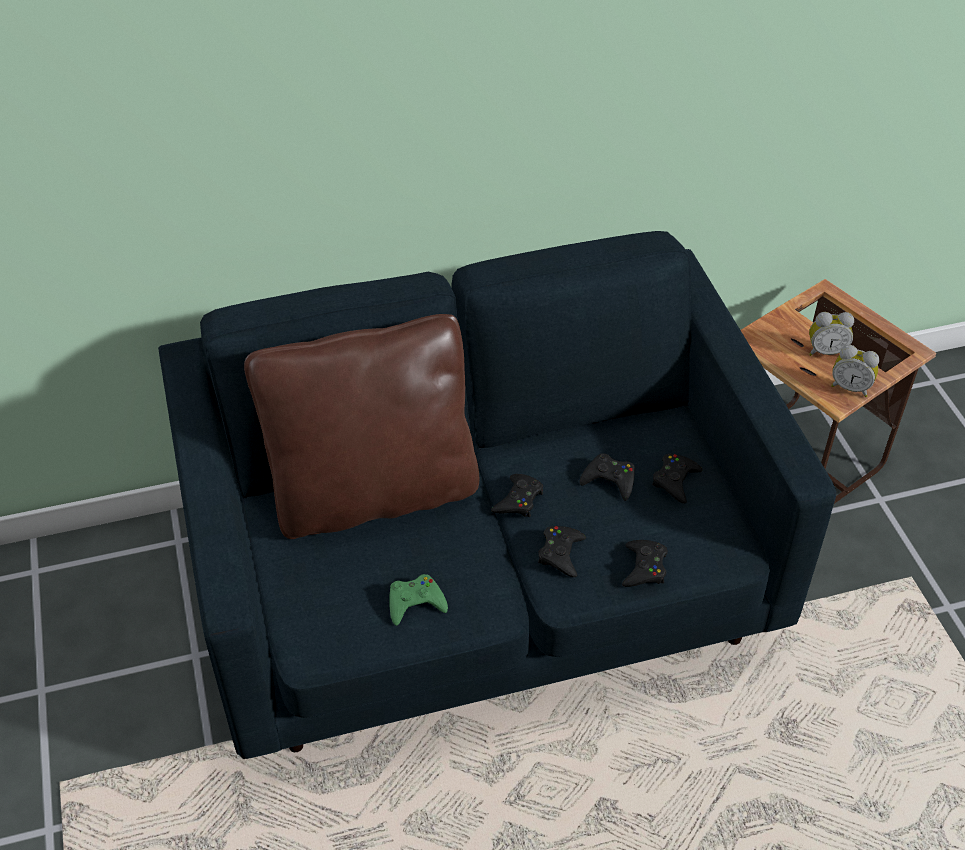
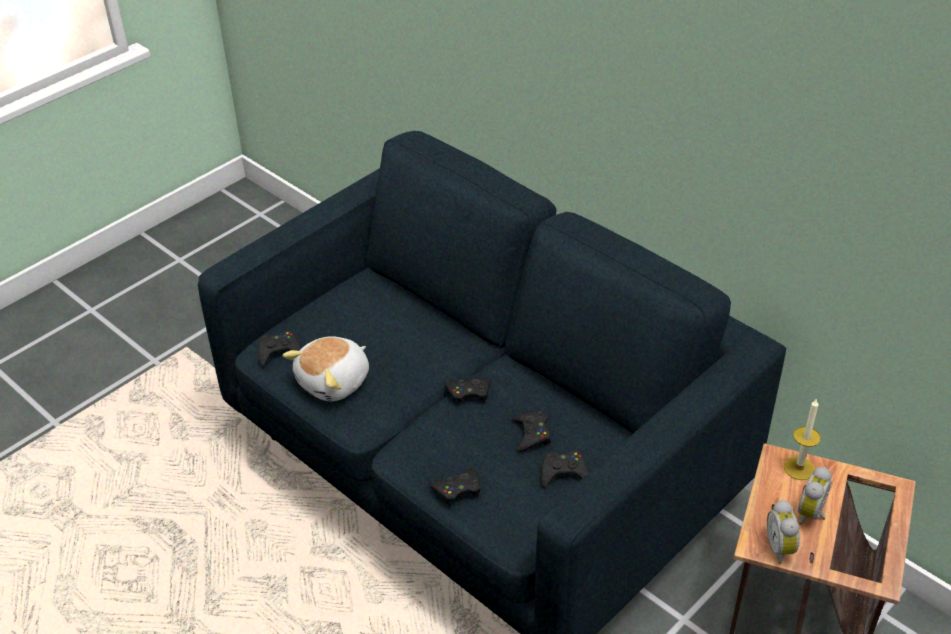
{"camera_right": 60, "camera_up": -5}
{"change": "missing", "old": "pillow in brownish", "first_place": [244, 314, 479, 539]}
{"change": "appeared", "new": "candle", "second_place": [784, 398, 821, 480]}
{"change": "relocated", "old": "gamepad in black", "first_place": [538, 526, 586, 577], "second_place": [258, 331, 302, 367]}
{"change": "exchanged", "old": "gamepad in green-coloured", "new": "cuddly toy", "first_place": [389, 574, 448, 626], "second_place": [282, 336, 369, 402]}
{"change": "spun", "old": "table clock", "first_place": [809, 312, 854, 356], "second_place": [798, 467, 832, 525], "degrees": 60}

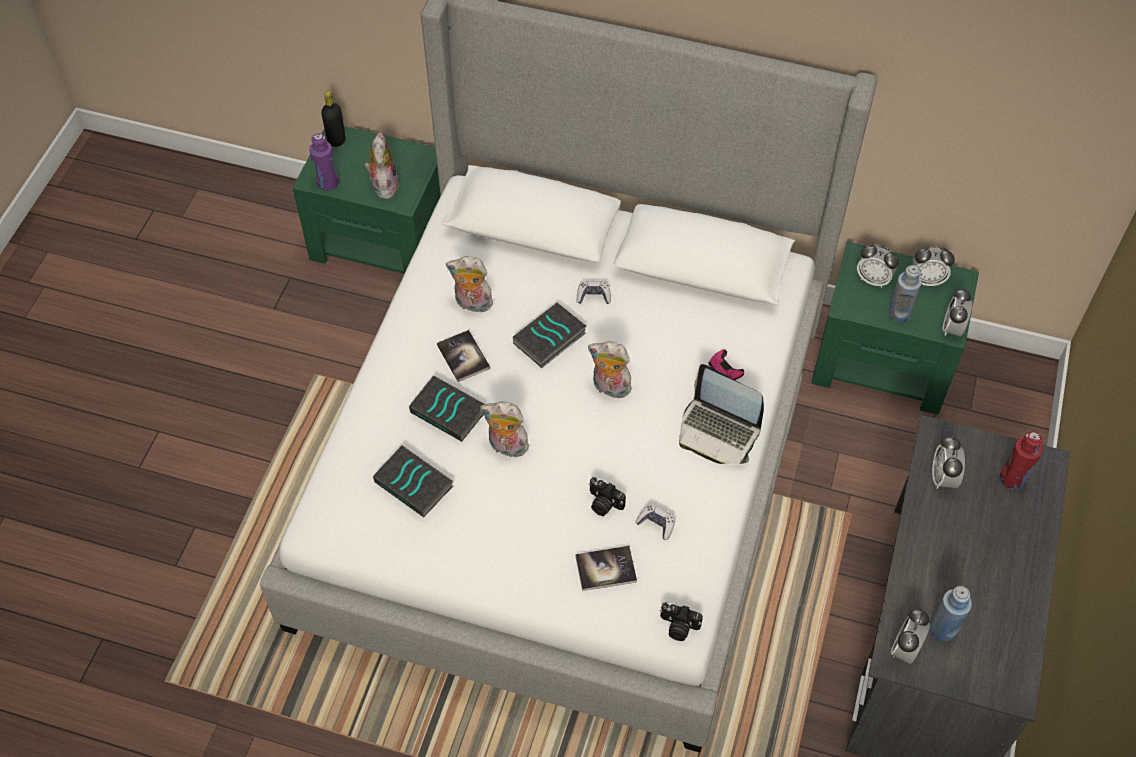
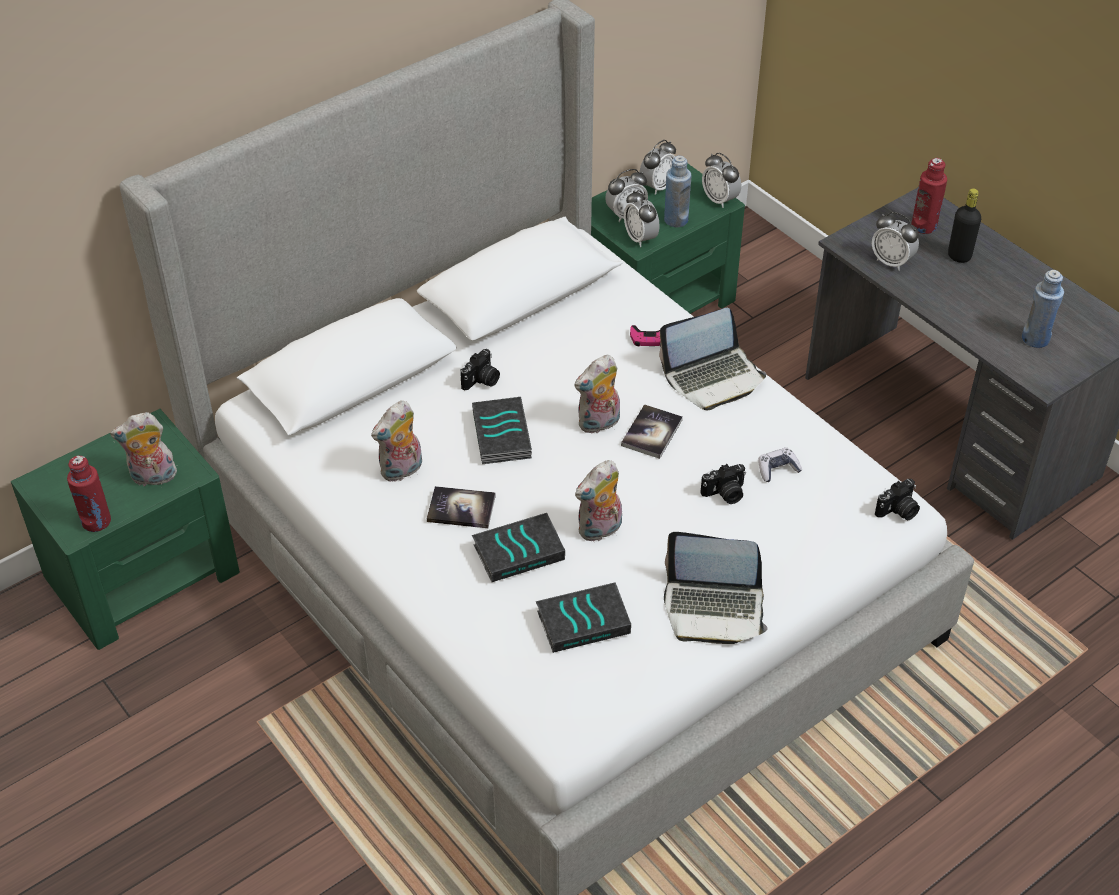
{"camera_right": -55, "camera_up": -10}
{"change": "appeared", "new": "portable computer", "second_place": [664, 532, 768, 644]}
{"change": "relocated", "old": "drink bottle in black", "first_place": [321, 91, 346, 147], "second_place": [948, 188, 981, 263]}
{"change": "relocated", "old": "bound book", "first_place": [575, 546, 637, 591], "second_place": [621, 404, 683, 459]}
{"change": "relocated", "old": "table clock", "first_place": [890, 608, 930, 664], "second_place": [624, 190, 660, 247]}
{"change": "exchanged", "old": "gamepad", "new": "photo camera", "first_place": [577, 281, 611, 304], "second_place": [460, 349, 500, 390]}
{"change": "colour", "old": "drink bottle in purple-coloured", "new": "drink bottle in red", "first_place": [309, 133, 339, 191], "second_place": [67, 455, 111, 532]}
{"change": "spun", "old": "cuddly toy", "first_place": [365, 133, 399, 199], "second_place": [110, 412, 178, 486], "degrees": -45}

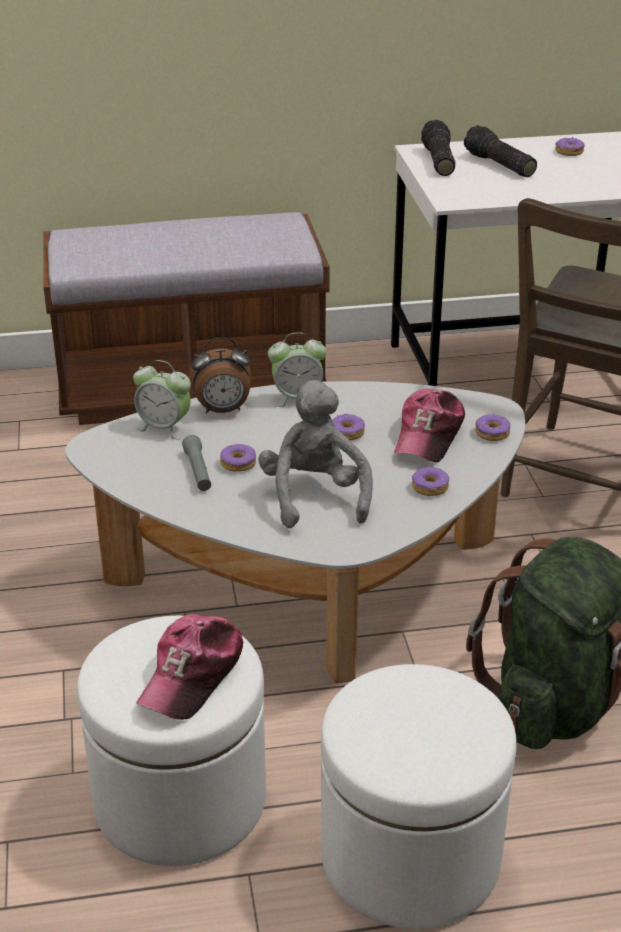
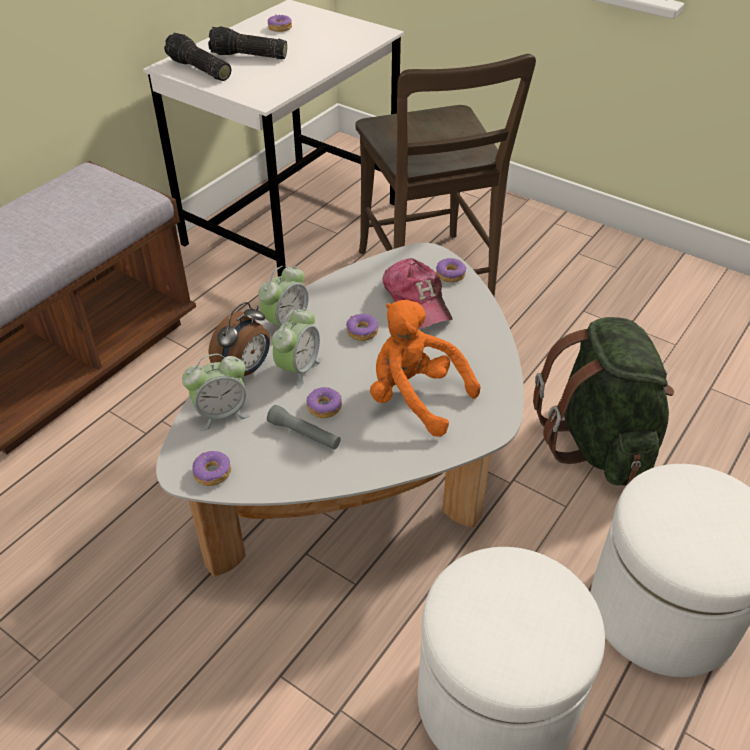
{"camera_right": -45, "camera_up": 10}
{"change": "missing", "old": "baseball cap", "first_place": [136, 614, 243, 720]}
{"change": "appeared", "new": "table clock", "second_place": [272, 308, 322, 389]}
{"change": "relocated", "old": "donut", "first_place": [412, 466, 449, 496], "second_place": [193, 451, 231, 486]}
{"change": "colour", "old": "cuddly toy in gray", "new": "cuddly toy in orange-coloured", "first_place": [258, 380, 373, 528], "second_place": [370, 299, 481, 437]}

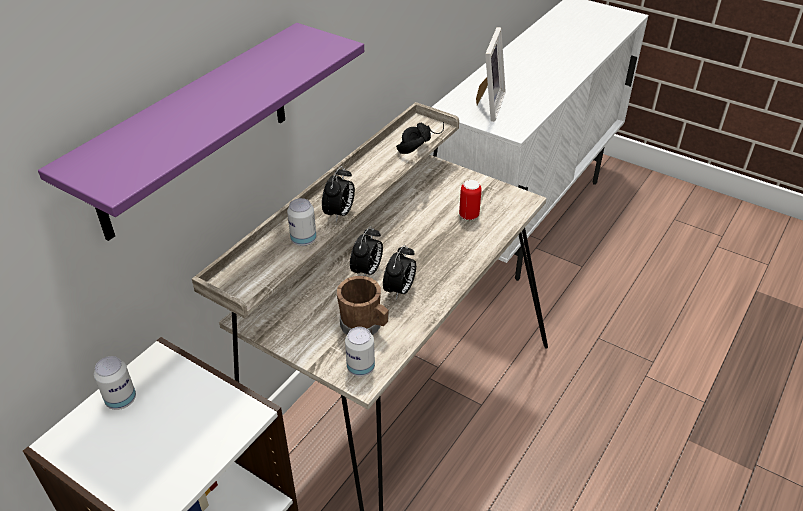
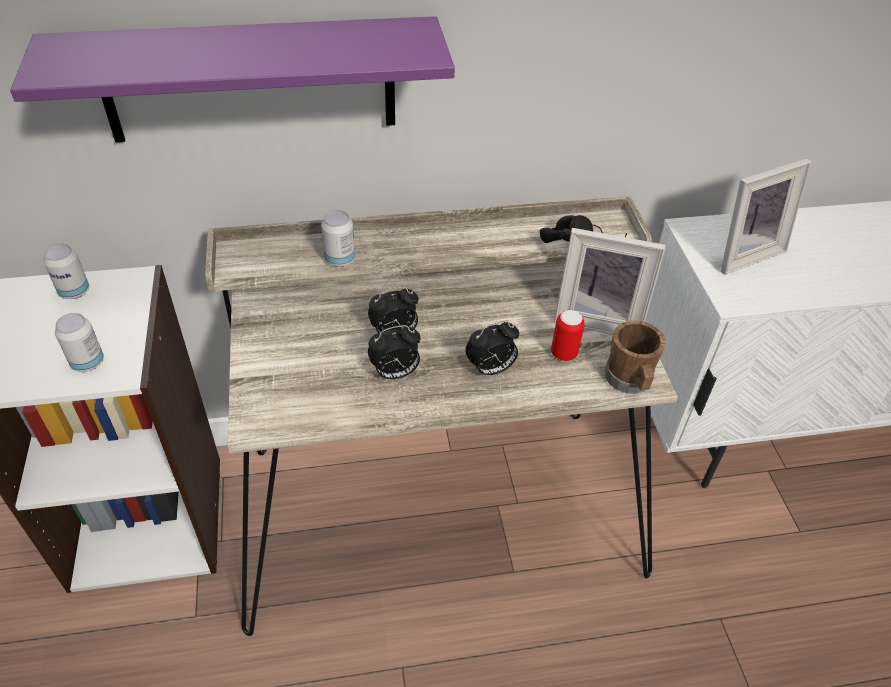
{"camera_right": 45, "camera_up": 5}
{"change": "appeared", "new": "picture frame", "second_place": [554, 228, 666, 335]}
{"change": "relocated", "old": "table clock", "first_place": [322, 166, 355, 222], "second_place": [465, 321, 519, 376]}
{"change": "relocated", "old": "mug in brownish", "first_place": [337, 276, 389, 335], "second_place": [604, 320, 666, 394]}
{"change": "relocated", "old": "sealed can", "first_place": [345, 327, 375, 376], "second_place": [55, 313, 104, 372]}

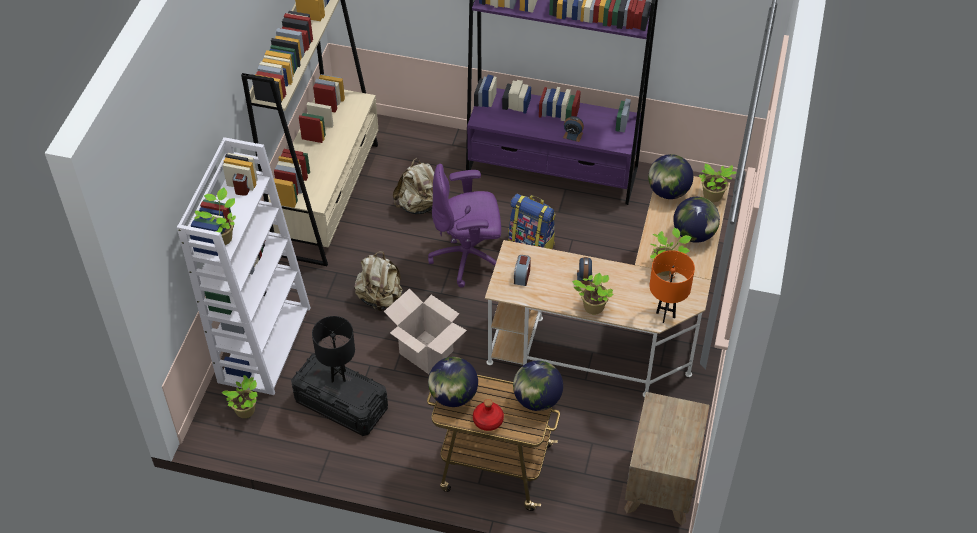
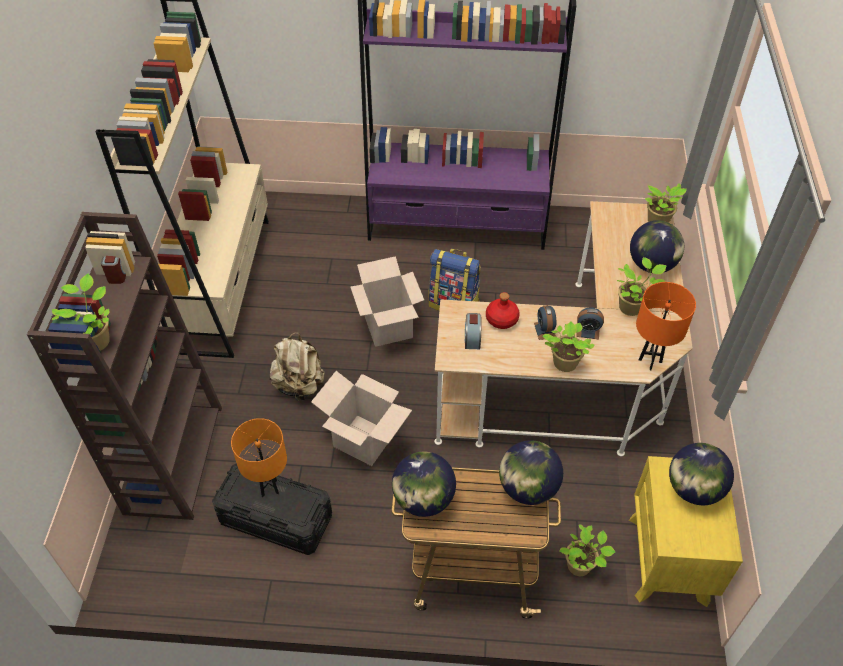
{"camera_right": -10, "camera_up": 0}
{"change": "missing", "old": "knapsack in beige", "first_place": [393, 158, 434, 214]}
{"change": "relocated", "old": "plant in a pot", "first_place": [222, 375, 258, 418], "second_place": [559, 524, 615, 576]}
{"change": "relocated", "old": "drink bottle in red", "first_place": [473, 399, 504, 431], "second_place": [486, 292, 520, 329]}
{"change": "relocated", "old": "table clock", "first_place": [563, 116, 584, 142], "second_place": [576, 307, 604, 340]}
{"change": "relocated", "old": "globe", "first_place": [648, 154, 693, 199], "second_place": [669, 443, 734, 505]}
{"change": "exchanged", "old": "desk chair in purple-coloured", "new": "packing box", "first_place": [428, 164, 501, 288], "second_place": [350, 256, 424, 347]}
{"change": "colour", "old": "shelving unit in white", "new": "shelving unit in brownish", "first_place": [177, 137, 311, 395], "second_place": [27, 212, 222, 520]}
{"change": "colour", "old": "table lamp in black", "new": "table lamp in orange-coloured", "first_place": [312, 316, 355, 383], "second_place": [231, 418, 287, 497]}
{"change": "colour", "old": "nightstand in brownish", "new": "nightstand in yellowish", "first_place": [624, 392, 709, 526], "second_place": [629, 456, 743, 607]}

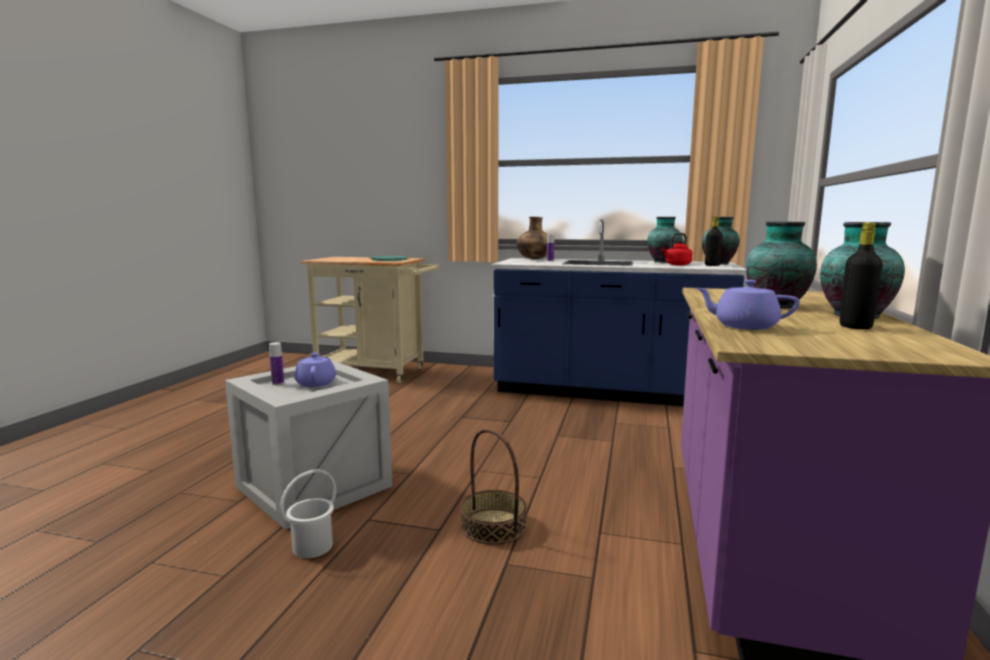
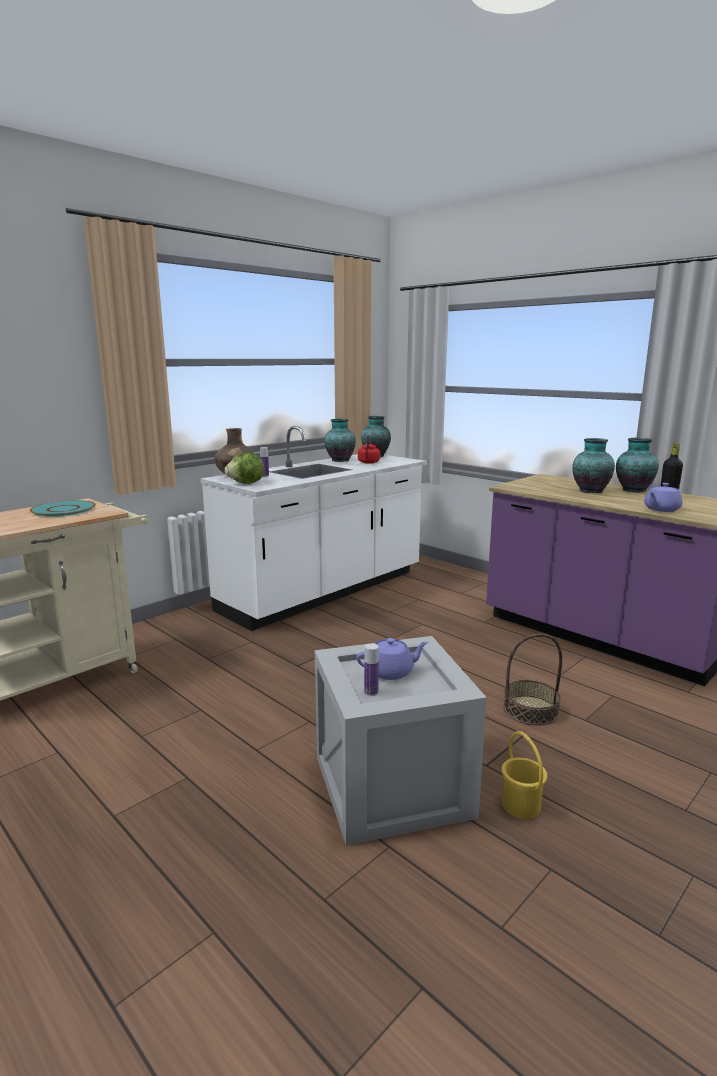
{"camera_right": -60, "camera_up": 5}
{"change": "missing", "old": "drink bottle in black", "first_place": [705, 217, 723, 266]}
{"change": "appeared", "new": "lettuce head", "second_place": [225, 453, 264, 484]}
{"change": "colour", "old": "bucket in white", "new": "bucket in yellowish", "first_place": [280, 469, 336, 558], "second_place": [501, 731, 547, 819]}
{"change": "colour", "old": "counter in bluish", "new": "counter in white", "first_place": [491, 219, 747, 407], "second_place": [200, 426, 427, 631]}
{"change": "spun", "old": "pot for tea in purple-coloured", "first_place": [294, 352, 336, 387], "second_place": [356, 638, 428, 680], "degrees": 150}

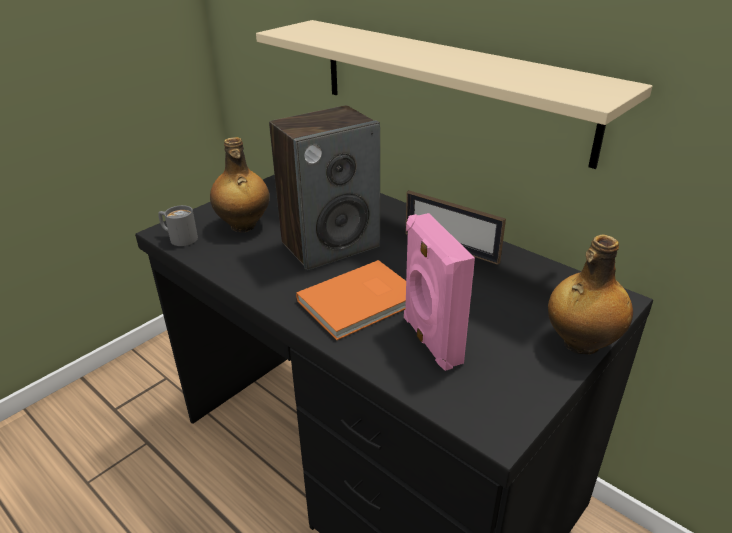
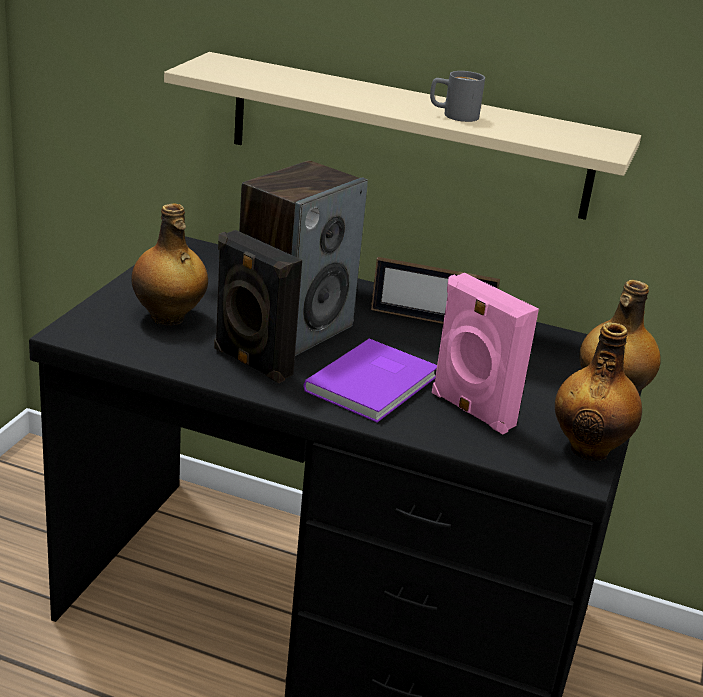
{"camera_right": -25, "camera_up": -5}
{"change": "appeared", "new": "loudspeaker in black", "second_place": [214, 230, 302, 383]}
{"change": "appeared", "new": "drink bottle", "second_place": [555, 322, 642, 461]}
{"change": "relocated", "old": "mug in gray", "first_place": [158, 205, 198, 246], "second_place": [430, 71, 485, 122]}
{"change": "colour", "old": "bound book in orange-coloured", "new": "bound book in purple-coloured", "first_place": [296, 260, 406, 340], "second_place": [303, 339, 437, 423]}

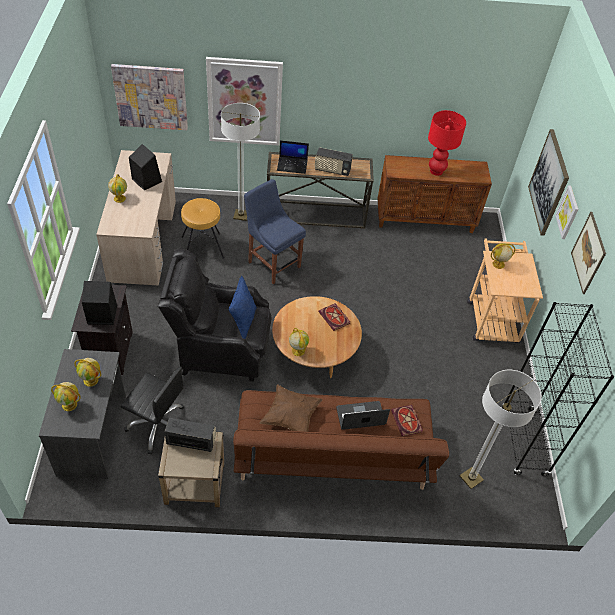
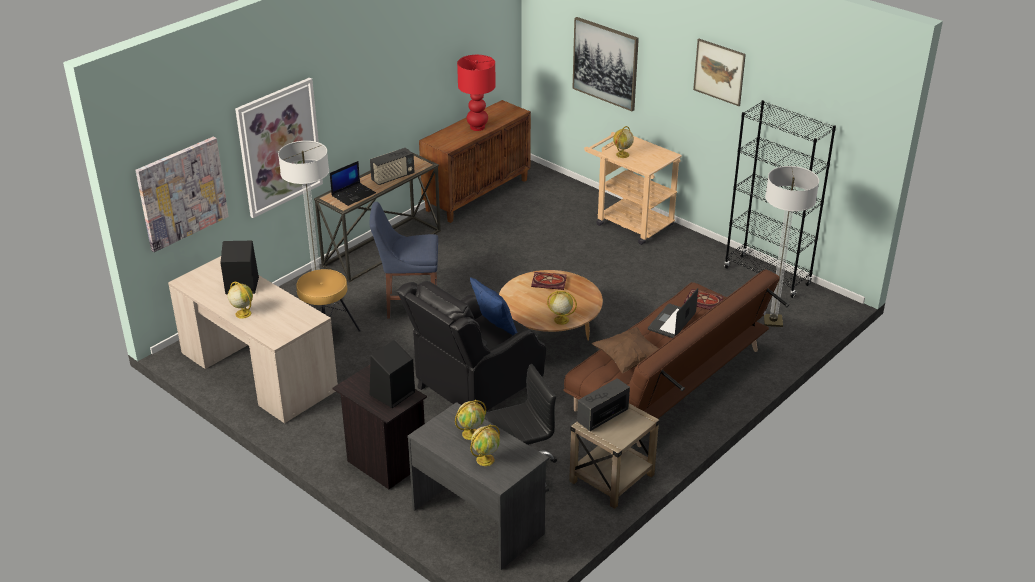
{"camera_right": -45, "camera_up": -15}
{"change": "missing", "old": "picture", "first_place": [555, 185, 578, 239]}

